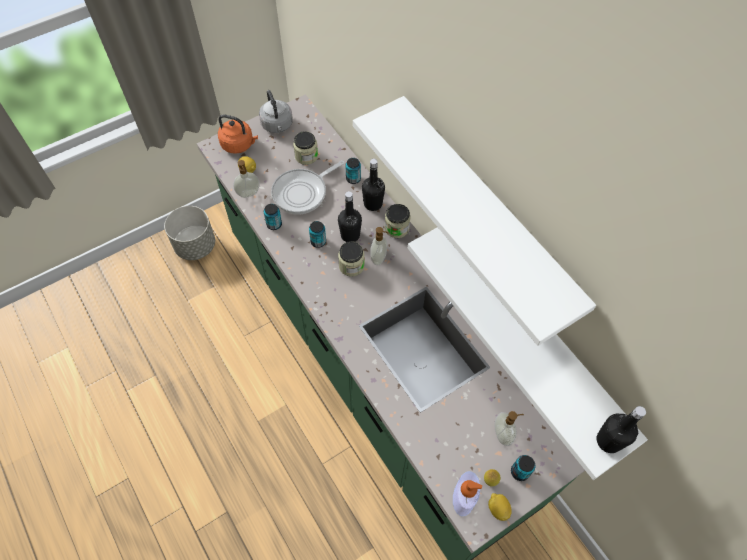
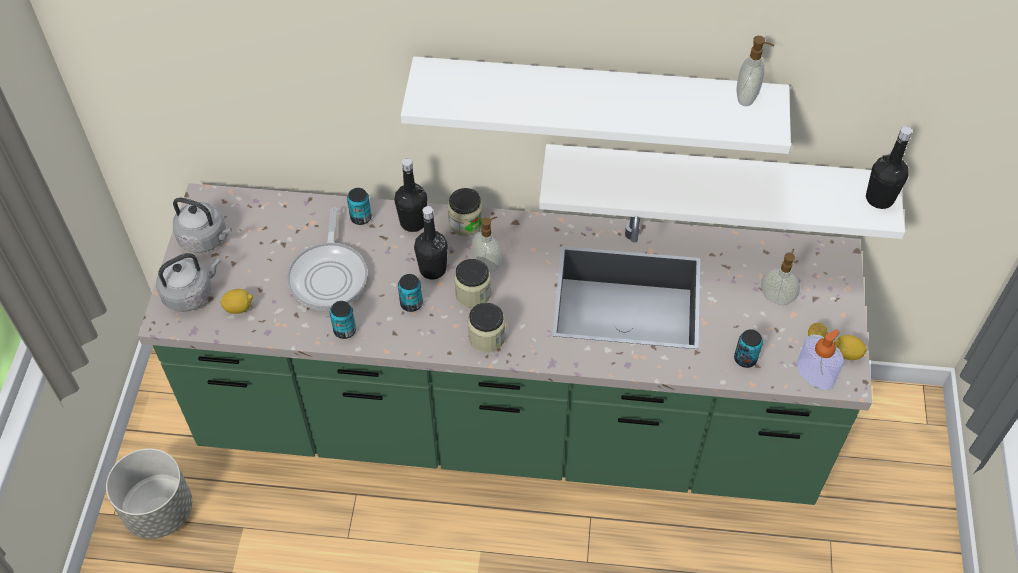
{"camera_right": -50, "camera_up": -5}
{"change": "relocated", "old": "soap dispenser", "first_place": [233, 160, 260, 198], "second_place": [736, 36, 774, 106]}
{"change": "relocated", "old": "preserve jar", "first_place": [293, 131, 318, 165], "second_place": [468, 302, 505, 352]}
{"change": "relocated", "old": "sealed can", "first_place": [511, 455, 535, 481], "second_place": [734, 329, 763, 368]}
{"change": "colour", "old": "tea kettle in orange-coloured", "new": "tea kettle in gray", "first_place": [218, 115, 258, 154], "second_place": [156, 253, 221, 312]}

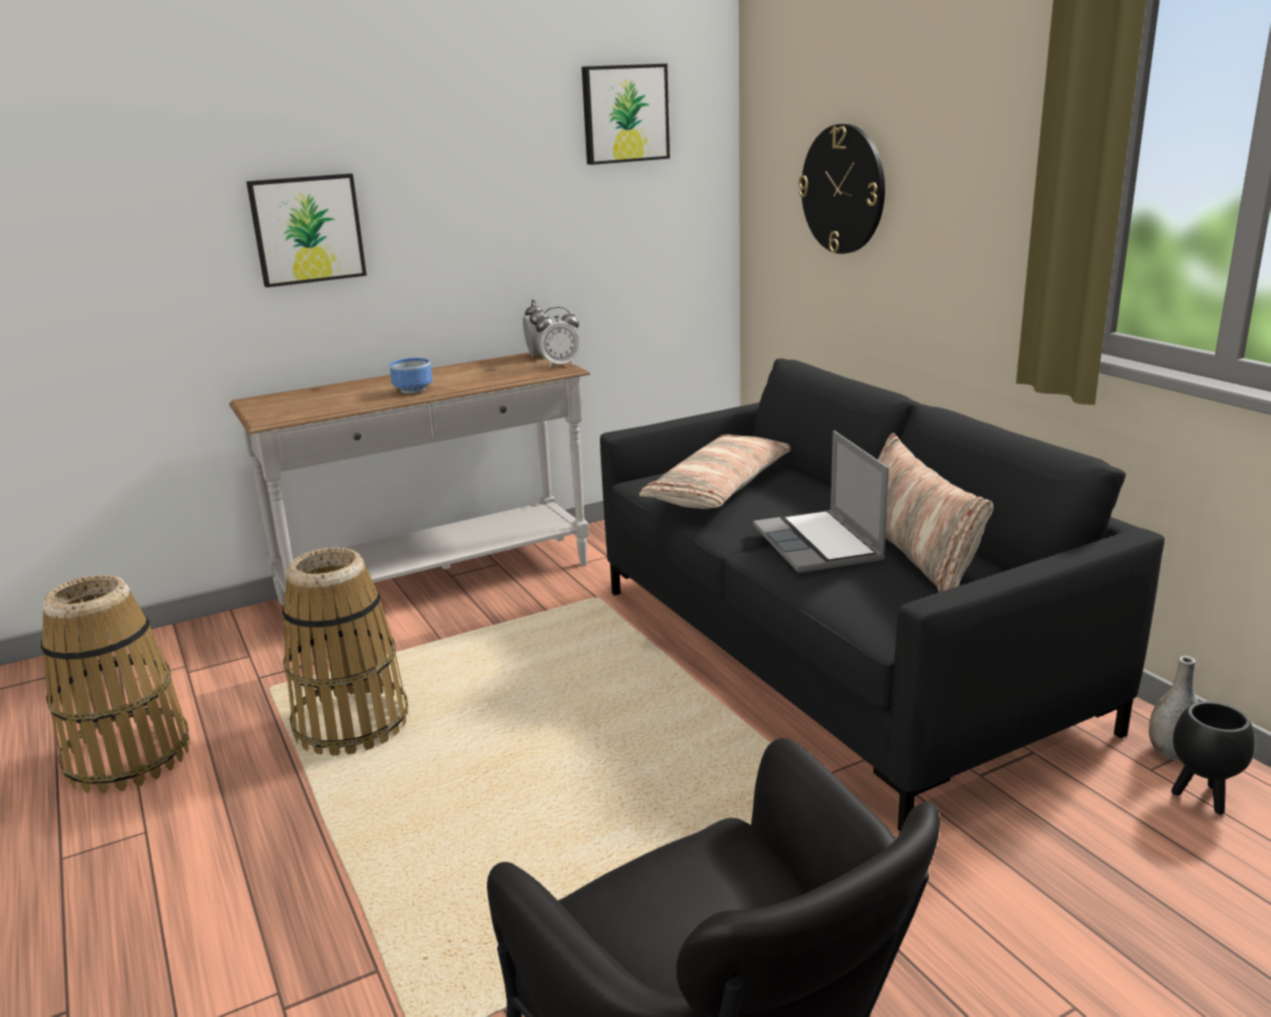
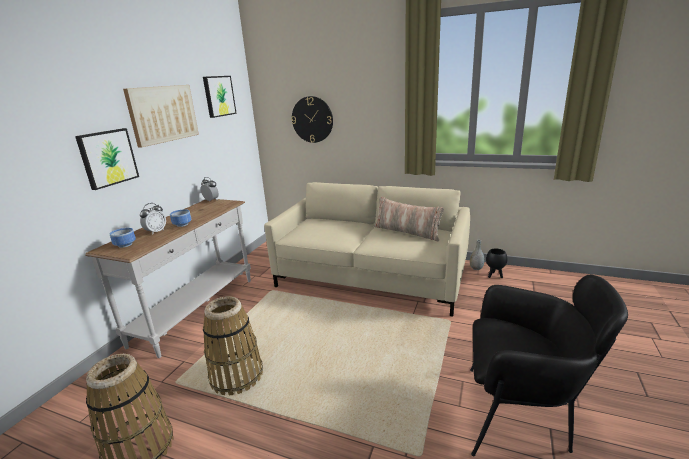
{"camera_right": -40, "camera_up": 0}
{"change": "missing", "old": "pillow", "first_place": [639, 434, 791, 509]}
{"change": "missing", "old": "portable computer", "first_place": [753, 431, 889, 573]}
{"change": "appeared", "new": "serving bowl", "second_place": [110, 228, 136, 248]}
{"change": "appeared", "new": "picture", "second_place": [123, 85, 199, 147]}
{"change": "relocated", "old": "table clock", "first_place": [536, 307, 581, 368], "second_place": [140, 203, 166, 235]}
{"change": "colour", "old": "sofa in black", "new": "sofa in beige", "first_place": [600, 358, 1165, 831], "second_place": [264, 182, 470, 317]}

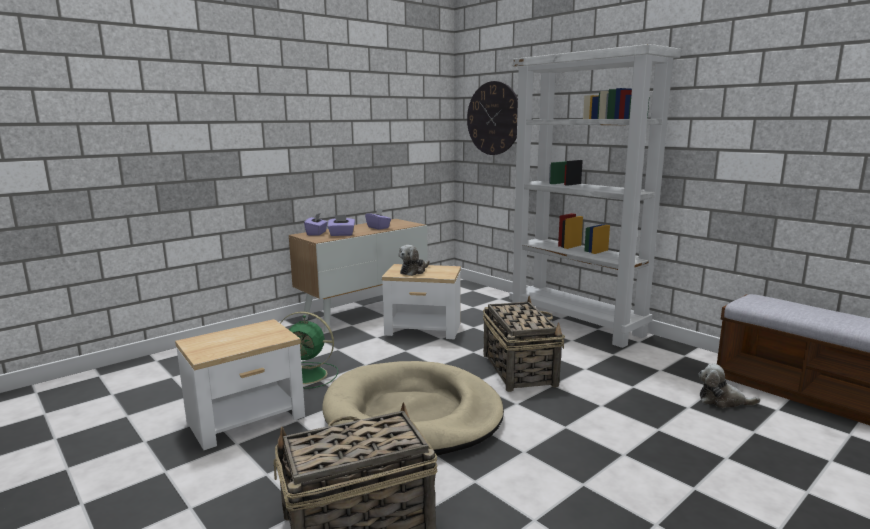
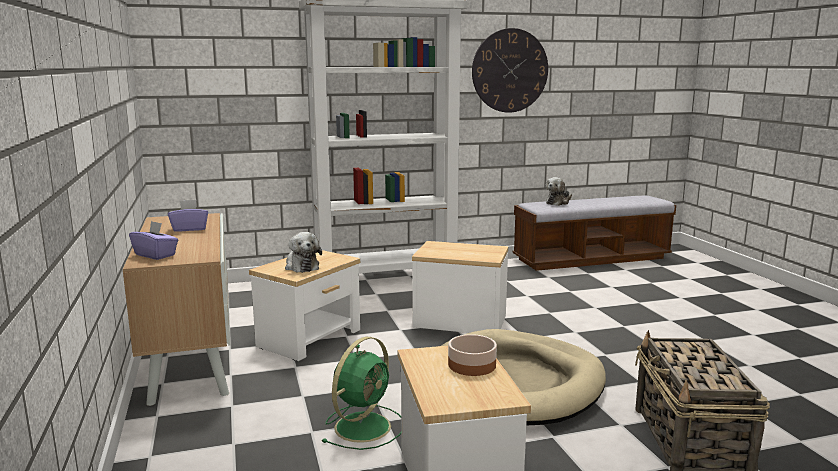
{"camera_right": -65, "camera_up": 0}
{"change": "missing", "old": "box of tissues in purple-coloured", "first_place": [328, 215, 355, 236]}
{"change": "appeared", "new": "serving bowl", "second_place": [448, 334, 497, 376]}
{"change": "relocated", "old": "wall clock", "first_place": [467, 81, 518, 155], "second_place": [472, 28, 548, 113]}
{"change": "relocated", "old": "cuddly toy", "first_place": [698, 364, 760, 408], "second_place": [546, 177, 572, 206]}
{"change": "exchanged", "old": "basket", "new": "side table", "first_place": [483, 296, 565, 392], "second_place": [412, 241, 508, 333]}

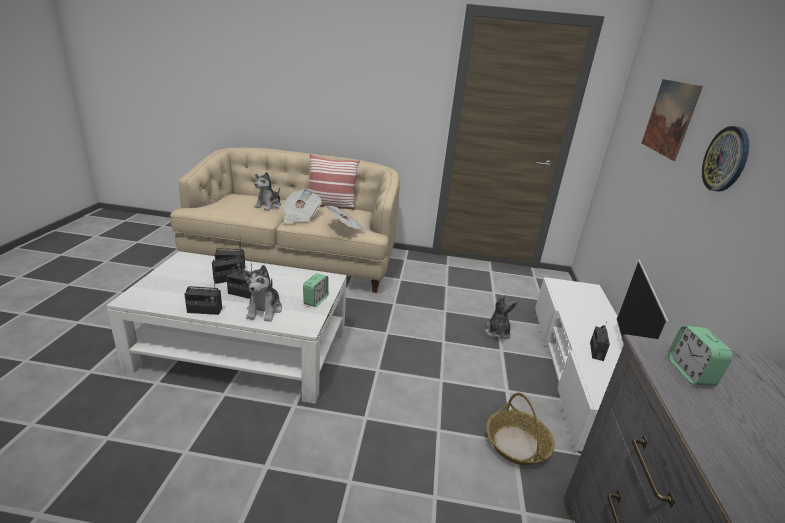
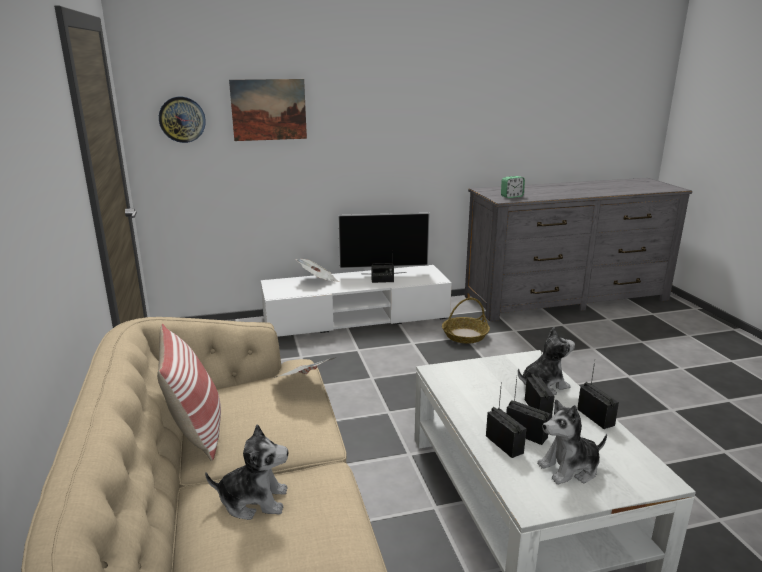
{"camera_right": -110, "camera_up": -5}
{"change": "missing", "old": "table clock", "first_place": [303, 273, 329, 307]}
{"change": "relocated", "old": "printed paper", "first_place": [282, 189, 322, 223], "second_place": [295, 259, 339, 282]}
{"change": "relocated", "old": "cuddly toy", "first_place": [485, 295, 517, 339], "second_place": [537, 399, 607, 485]}
{"change": "relocated", "old": "wall clock", "first_place": [702, 126, 749, 192], "second_place": [159, 97, 206, 143]}

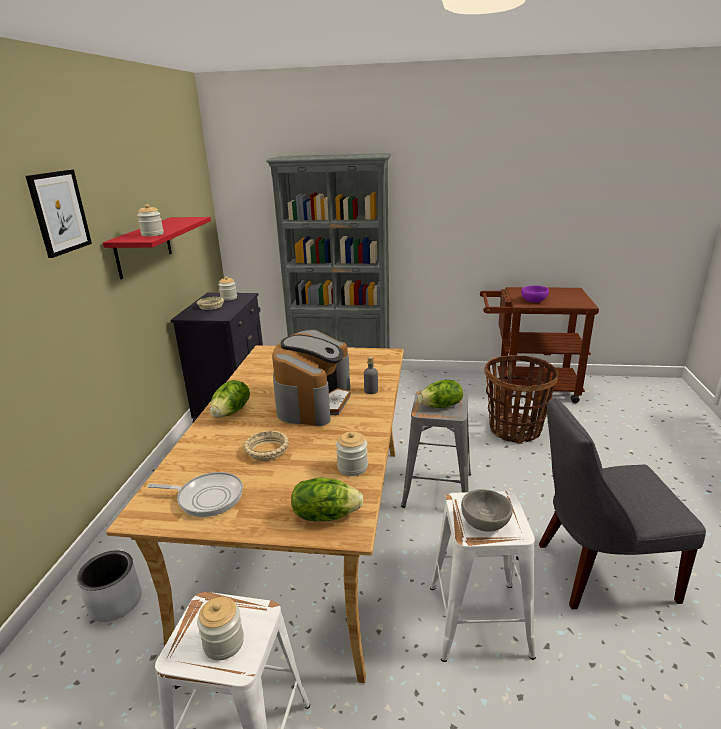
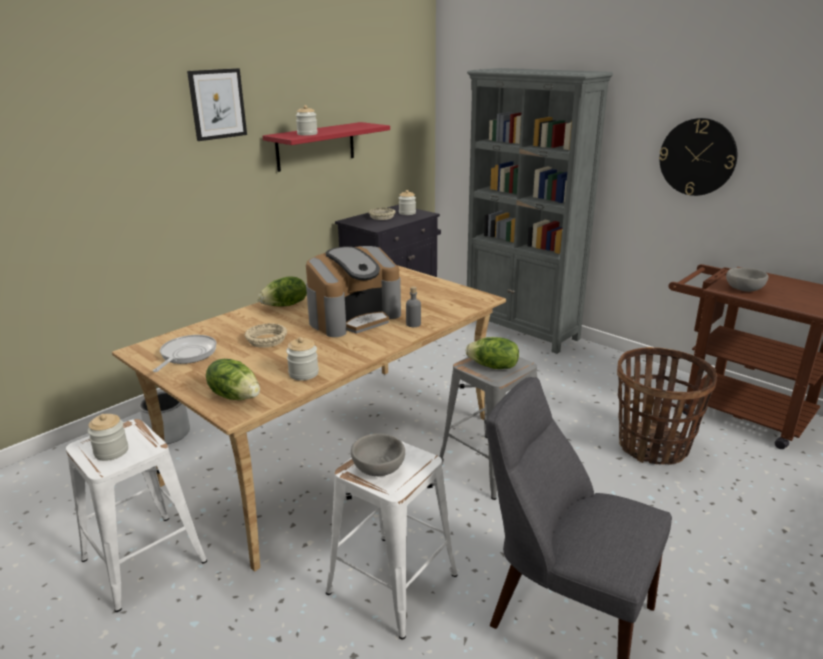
{"camera_right": 35, "camera_up": 0}
{"change": "appeared", "new": "wall clock", "second_place": [659, 118, 737, 196]}
{"change": "colour", "old": "serving bowl in purple-coloured", "new": "serving bowl in gray", "first_place": [521, 285, 549, 302], "second_place": [726, 268, 768, 292]}
{"change": "spun", "old": "frying pan", "first_place": [148, 472, 243, 517], "second_place": [153, 335, 217, 372], "degrees": -120}

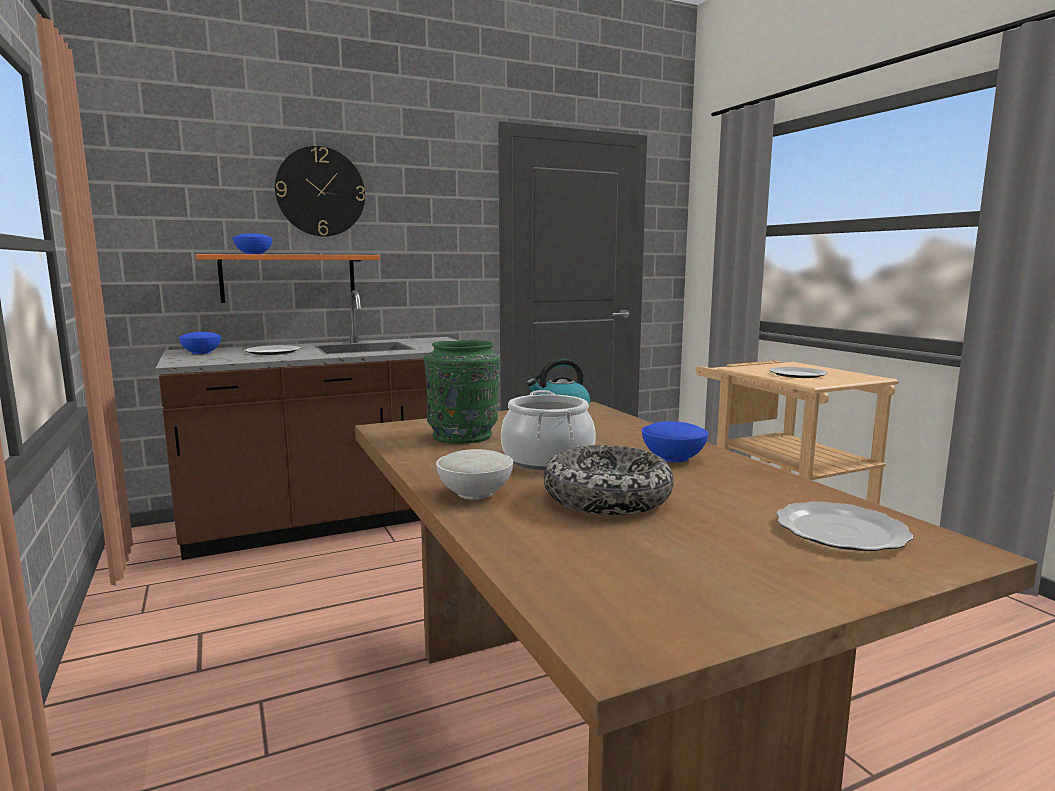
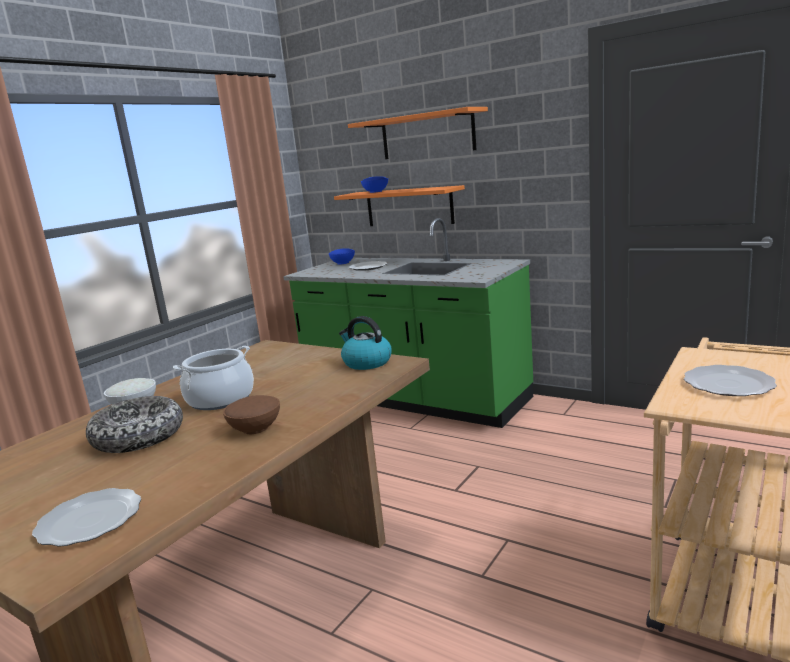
{"camera_right": 60, "camera_up": 5}
{"change": "missing", "old": "flower vase in green-coloured", "first_place": [424, 340, 500, 444]}
{"change": "exchanged", "old": "wall clock", "new": "wall shelf in orange-coloured", "first_place": [275, 146, 365, 237], "second_place": [348, 107, 488, 159]}
{"change": "colour", "old": "counter in brownish", "new": "counter in green-coloured", "first_place": [155, 290, 459, 560], "second_place": [283, 218, 533, 428]}
{"change": "colour", "old": "serving bowl in bluish", "new": "serving bowl in brownish", "first_place": [642, 421, 708, 463], "second_place": [223, 395, 280, 434]}

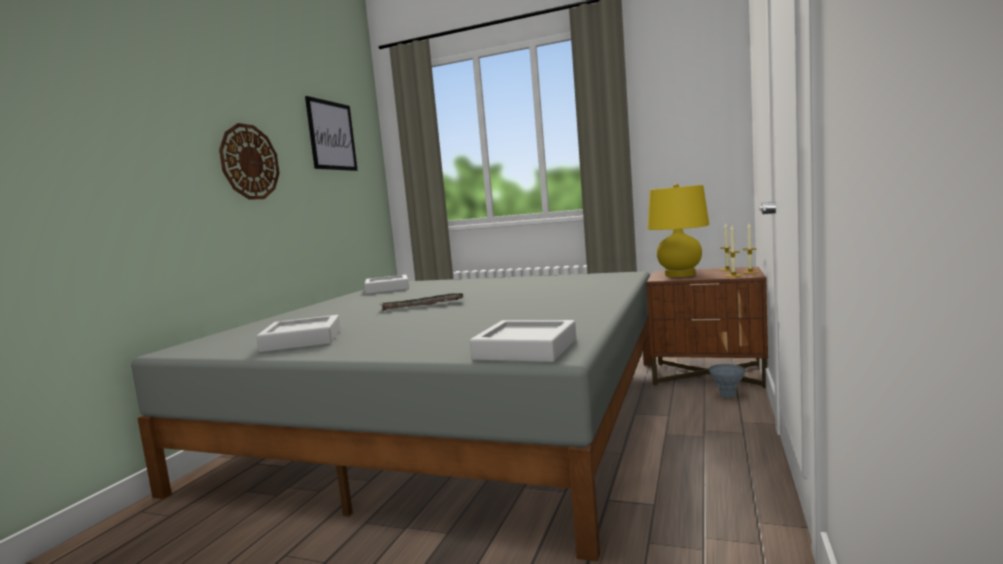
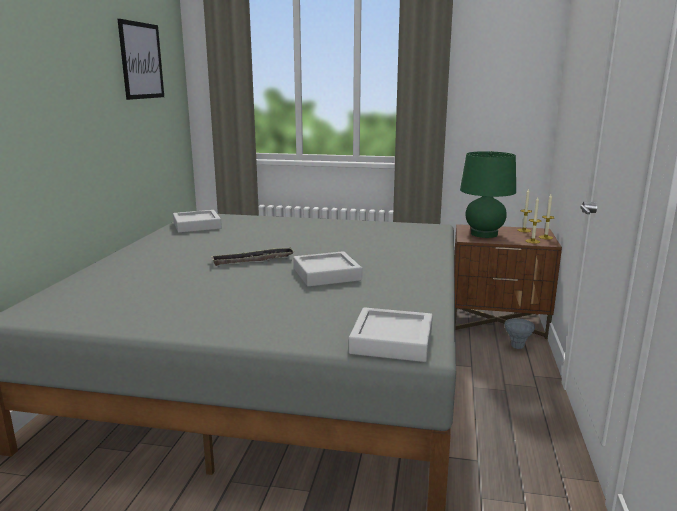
{"camera_right": -10, "camera_up": 10}
{"change": "missing", "old": "wall clock", "first_place": [219, 123, 280, 200]}
{"change": "relocated", "old": "tray in gray", "first_place": [256, 315, 341, 352], "second_place": [293, 251, 362, 287]}
{"change": "colour", "old": "table lamp in yellowish", "new": "table lamp in green-coloured", "first_place": [648, 184, 709, 277], "second_place": [460, 151, 516, 238]}

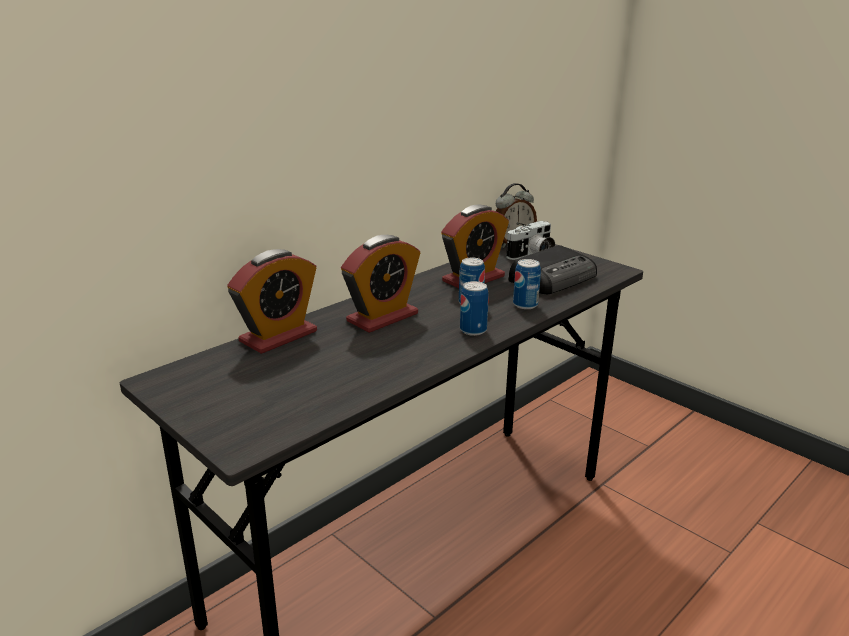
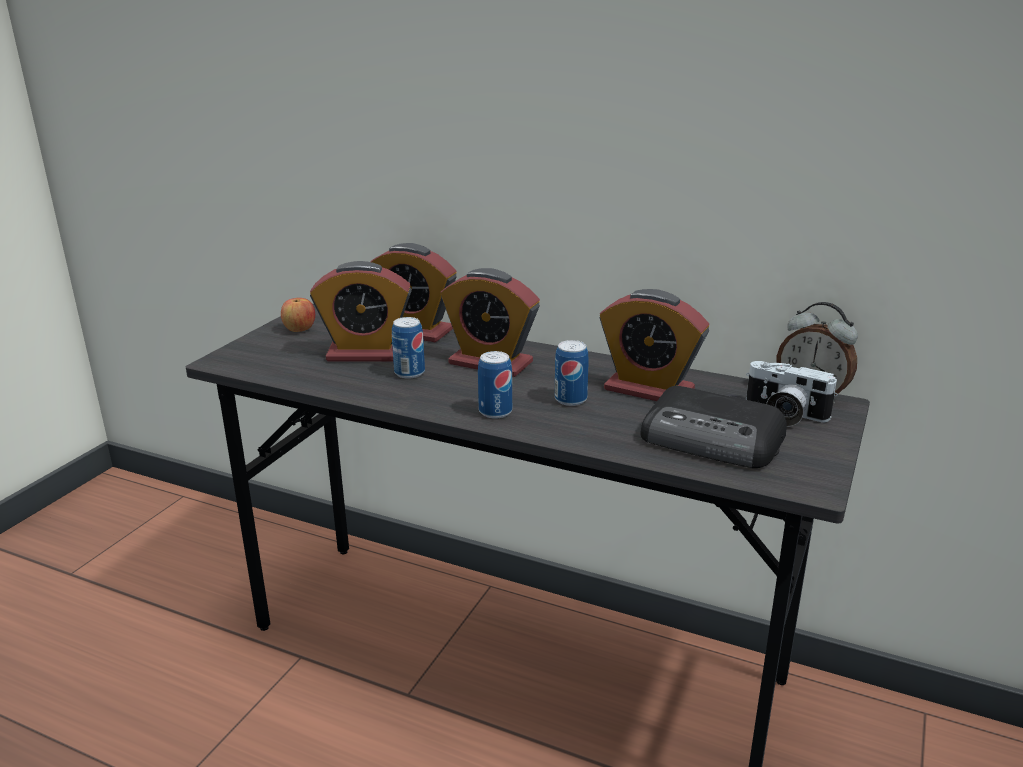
{"camera_right": 70, "camera_up": 0}
{"change": "appeared", "new": "whole apple", "second_place": [281, 298, 315, 332]}
{"change": "appeared", "new": "table clock", "second_place": [310, 261, 412, 361]}
{"change": "relocated", "old": "sealed can", "first_place": [513, 259, 541, 309], "second_place": [392, 317, 425, 379]}

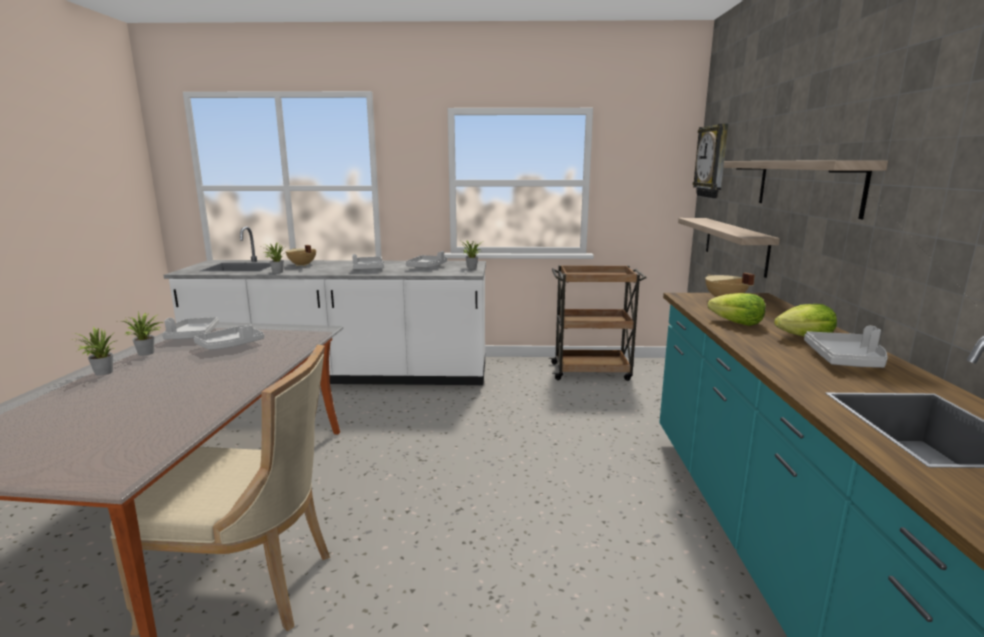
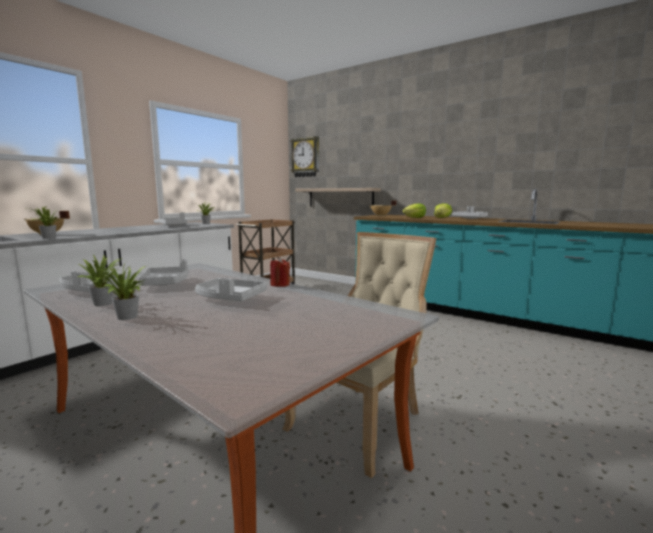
{"camera_right": -55, "camera_up": -5}
{"change": "missing", "old": "wall shelf", "first_place": [723, 160, 888, 219]}
{"change": "appeared", "new": "candle in red", "second_place": [270, 257, 290, 287]}
{"change": "relocated", "old": "tray in gray", "first_place": [352, 254, 384, 270], "second_place": [195, 278, 267, 301]}

